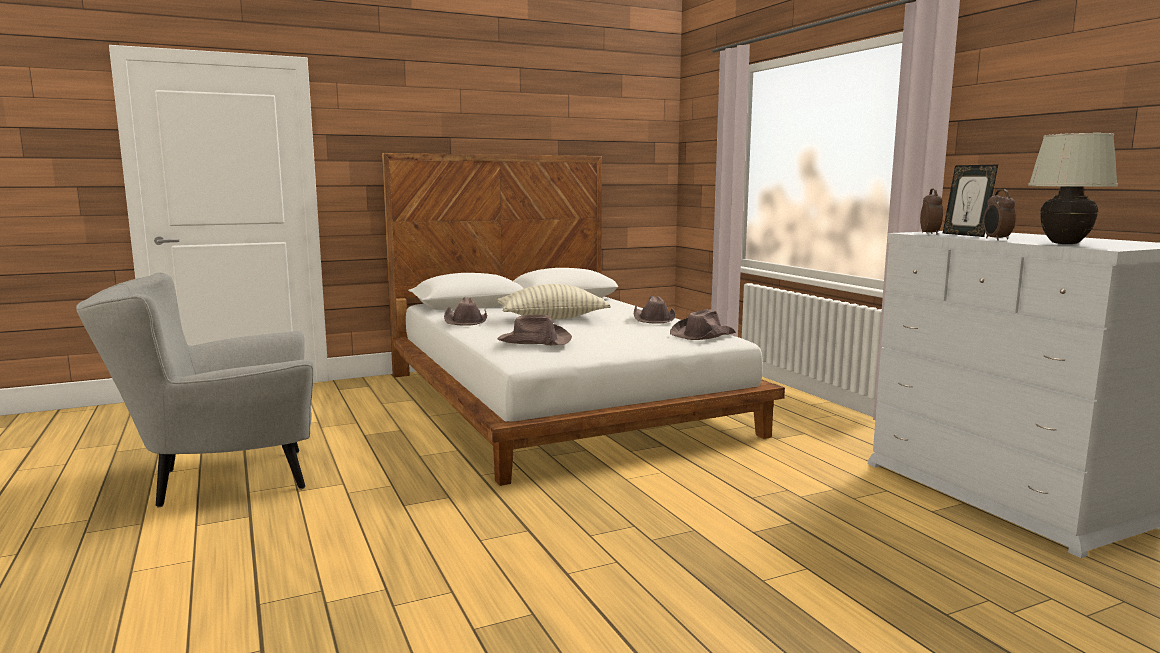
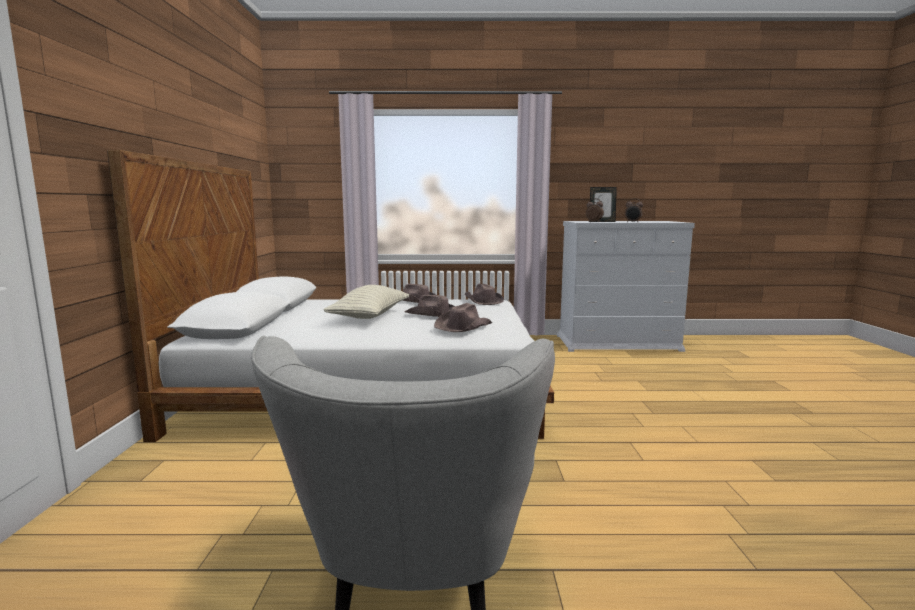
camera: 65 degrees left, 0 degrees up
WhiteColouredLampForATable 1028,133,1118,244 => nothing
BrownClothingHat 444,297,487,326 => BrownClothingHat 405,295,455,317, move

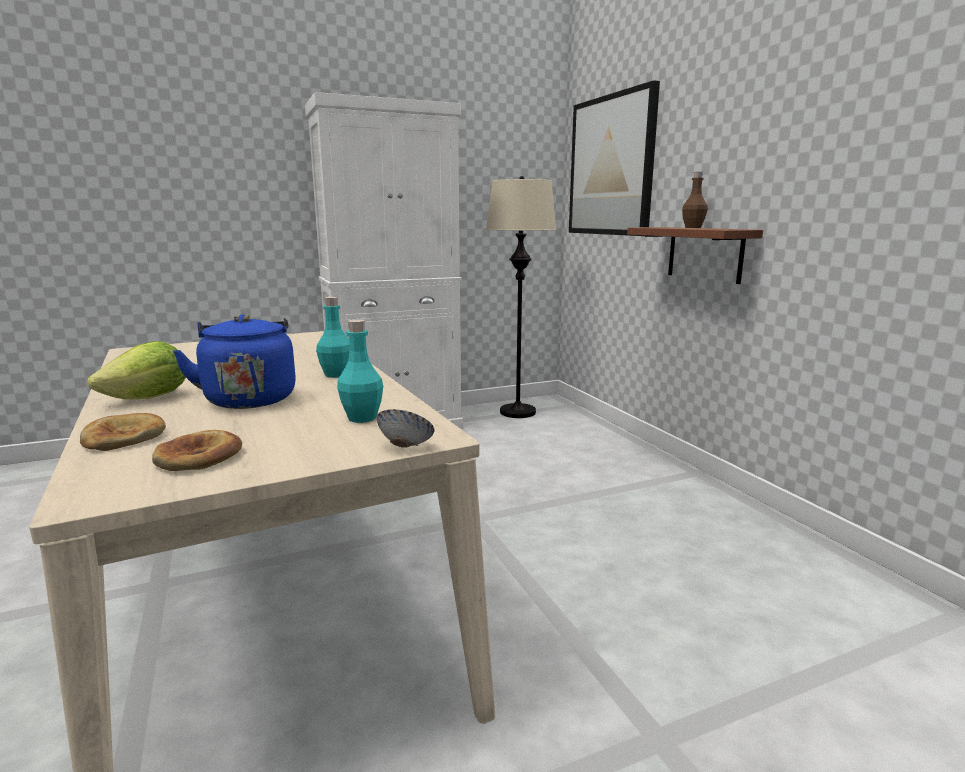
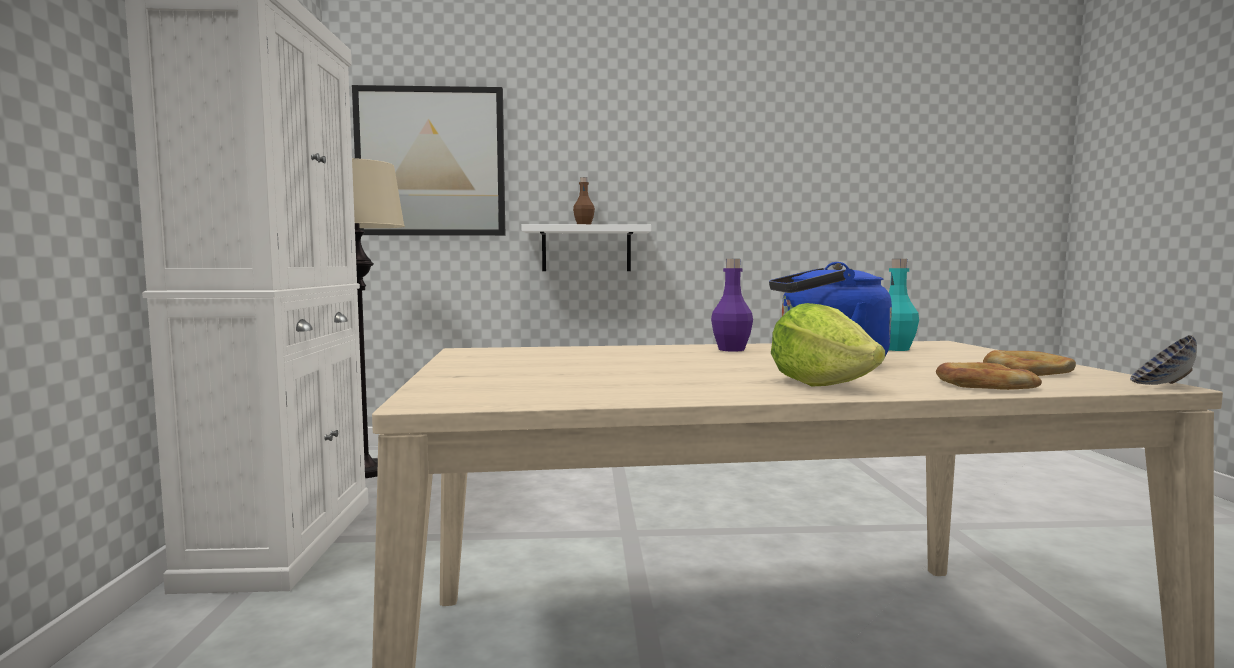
camera: 70 degrees left, 10 degrees down
Bowl 377,409,435,448 => Bowl 1130,335,1197,385, move
BlueGreenBeverageBottle 316,297,350,378 => PurpleColouredBeverageBottle 711,259,753,352
BrownWallShelf 627,227,763,284 => WhiteColouredWallShelf 522,224,651,271

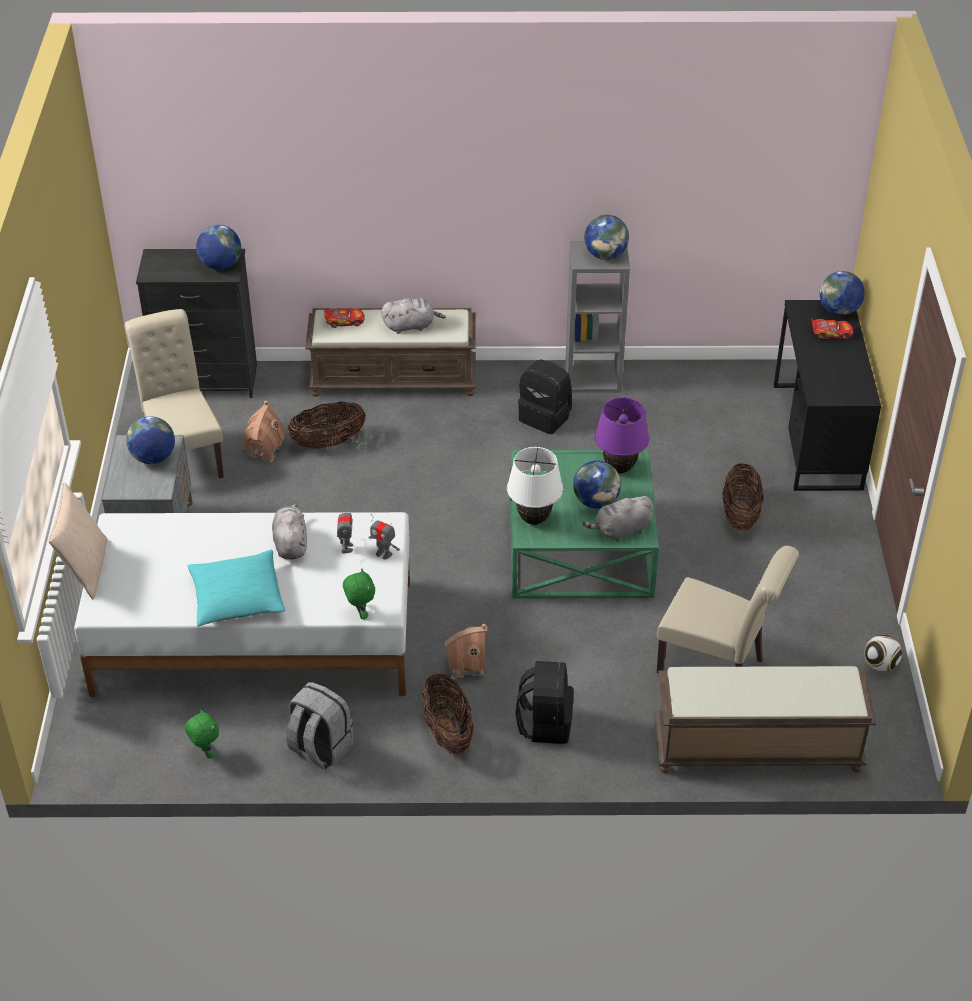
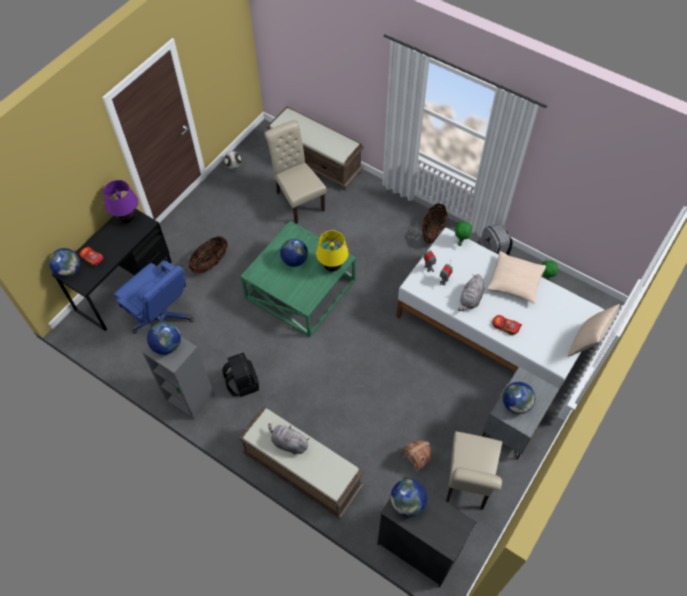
camera: 145 degrees left, 15 degrees up
Basket 288,401,366,449 => nothing
ToyHouse 445,624,488,679 => nothing
BlackKnapsack 515,661,574,744 => nothing
GrayCuddlyToy 583,496,653,542 => nothing
nothing => BlueColouredOfficeChair 114,261,194,334
ToyCar 324,308,365,328 => ToyCar 492,315,522,335, move
PurpleColouredLampForATable 595,397,649,473 => PurpleColouredLampForATable 103,180,138,223, move
BlueGreenCushion 188,550,285,627 => SandColouredCushion 487,251,546,304
WhiteColouredLampForATable 507,447,563,525 => YellowColouredLampForATable 316,230,349,272

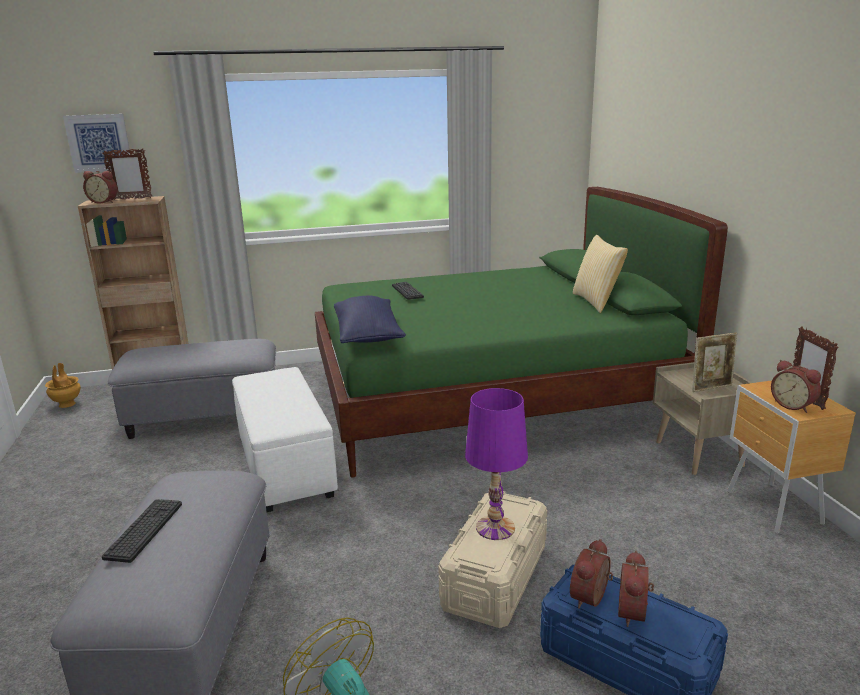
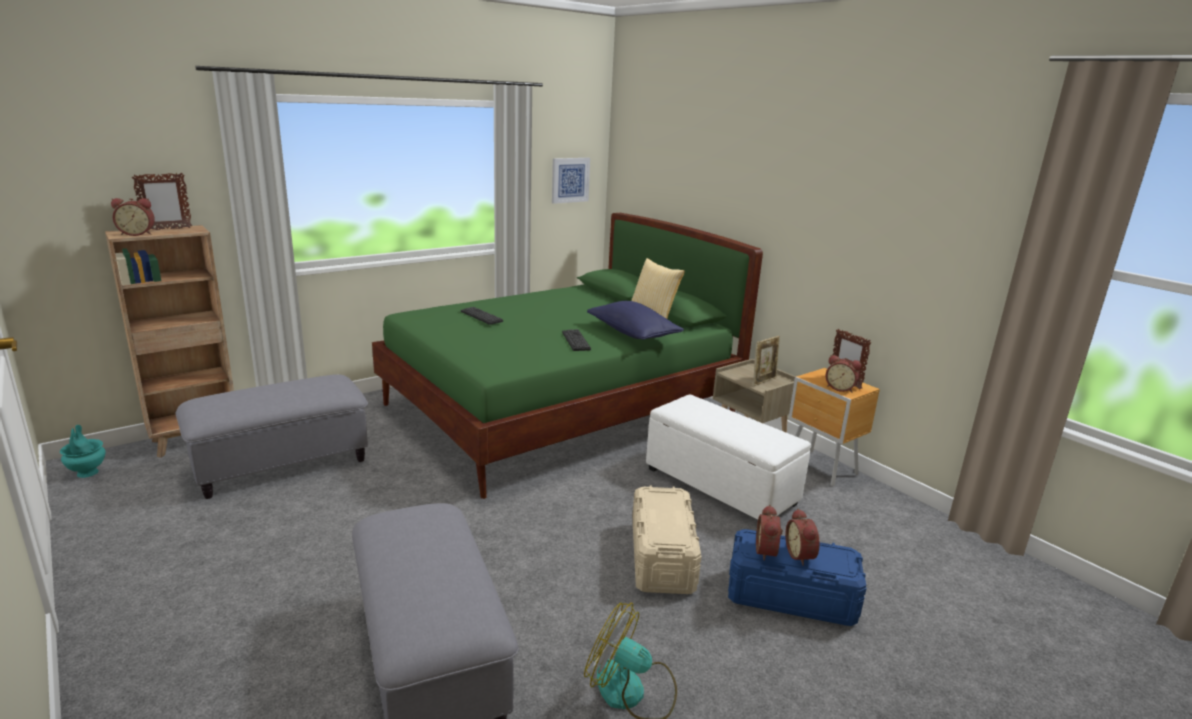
camera: 25 degrees left, 0 degrees up
PurpleColouredLampForATable 465,388,528,540 => nothing
WallArt 63,114,130,173 => WallArt 552,158,590,204, move
Keyboard 102,499,182,563 => Keyboard 562,329,591,351, move
WhiteColouredPouffe 232,367,338,512 => WhiteColouredPouffe 646,394,811,520, move
BlueColouredCushion 334,296,406,343 => BlueColouredCushion 587,301,684,340, move
BrownFlowerVase 45,363,81,408 => BlueGreenFlowerVase 60,425,106,478

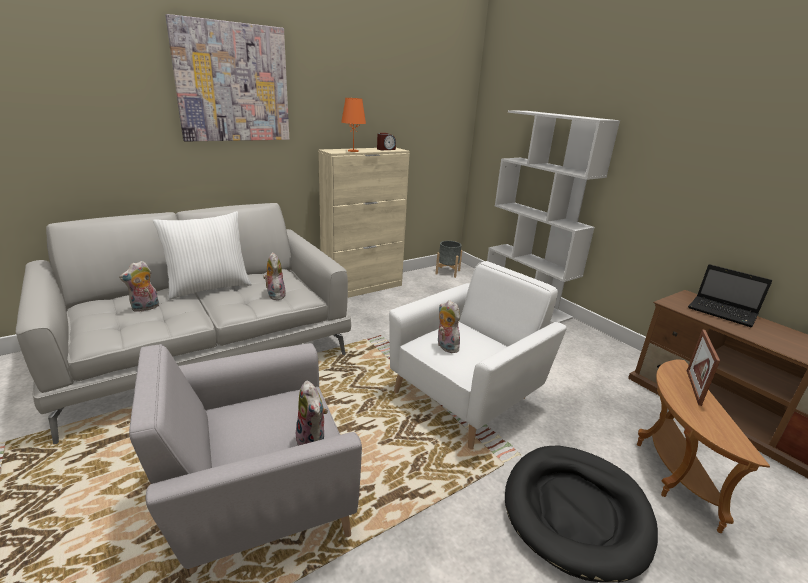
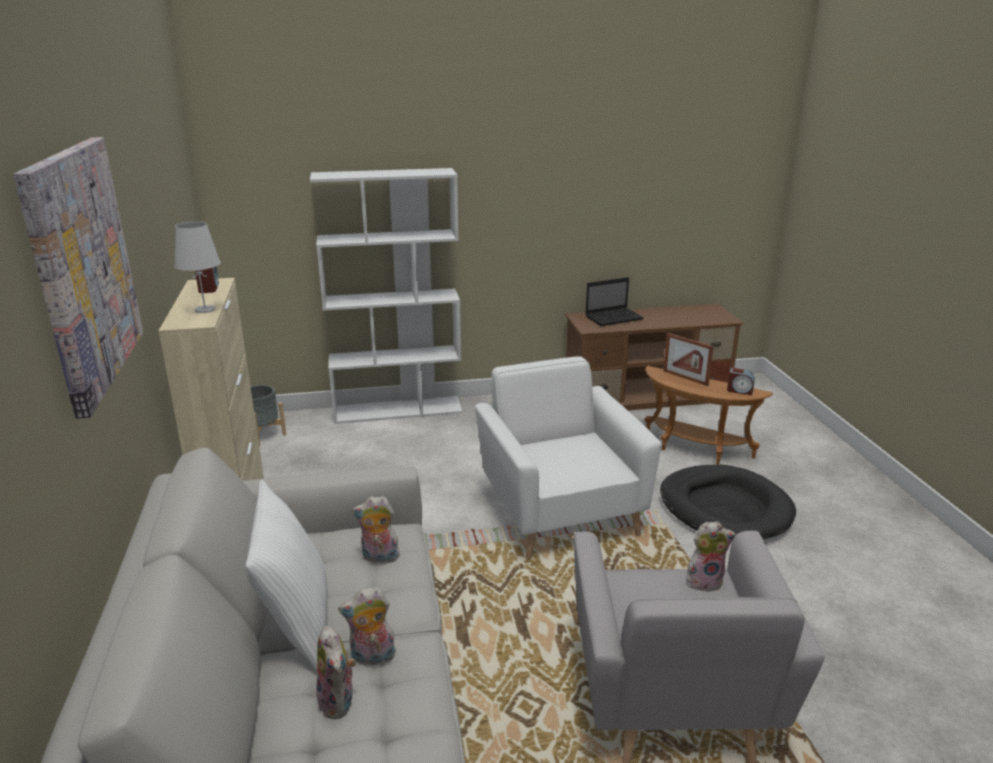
camera: 65 degrees left, 0 degrees up
nothing => AlarmClock 727,368,755,395
CuddlyToy 437,300,460,353 => CuddlyToy 338,587,396,666, move
OrangeLampForATable 341,98,366,152 => WhiteColouredLampForATable 174,221,221,313

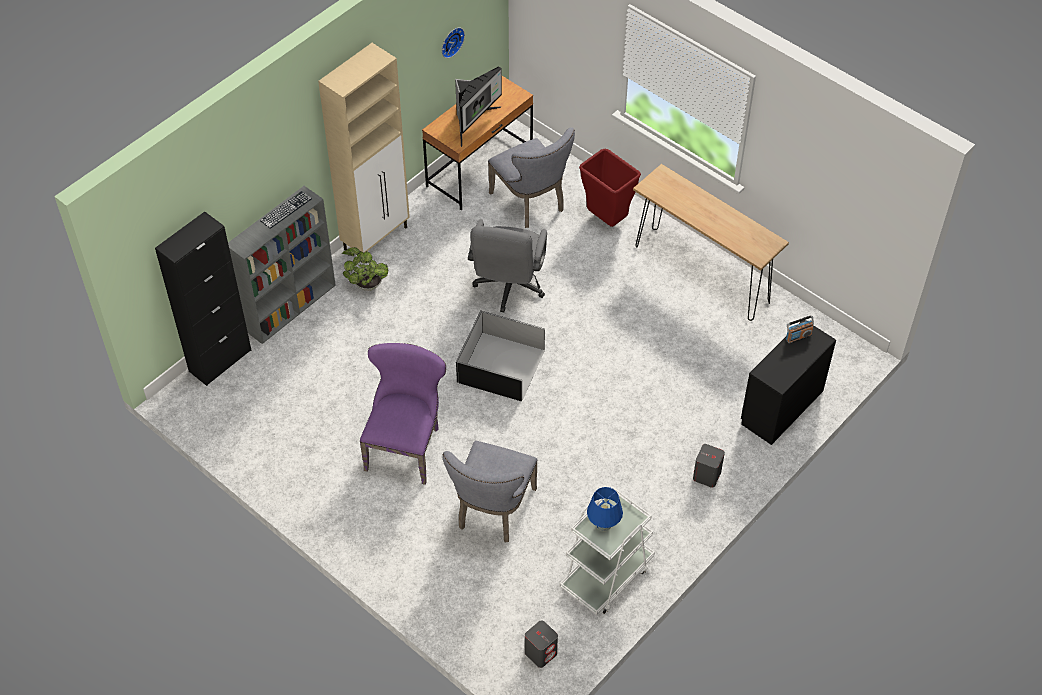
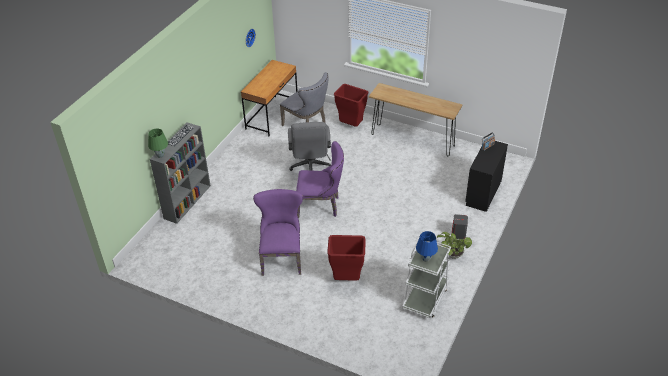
camera: 15 degrees left, 10 degrees down
BlackStorageCabinet 155,211,251,386 => nothing
SandColouredStorageCabinet 318,43,410,253 => nothing
ComputerDisplay 455,66,502,147 => nothing
GrayLoudspeaker 525,620,558,668 => nothing
nothing => GreenColouredLampForATable 148,129,168,158
Houseplant 342,247,388,291 => Houseplant 437,232,472,259, move
GrayPlainChair 443,441,538,542 => ReddishTrashCan 327,235,366,281
BlackStorageBin 456,310,545,401 => PurpleColouredPlainChair 296,141,344,218

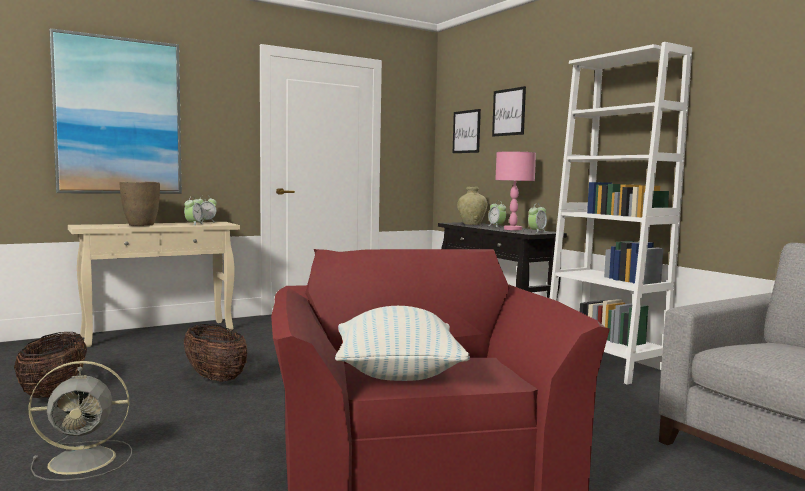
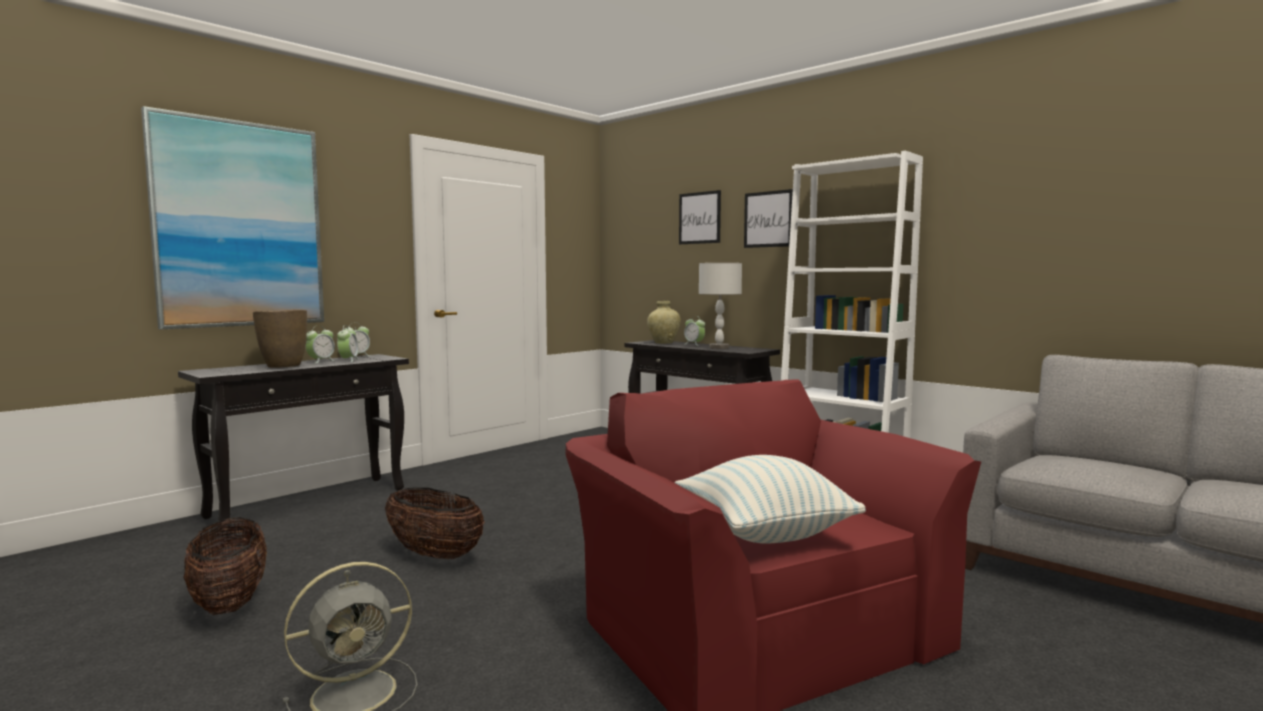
camera: 15 degrees left, 0 degrees up
WallArt 453,109,481,153 => WallArt 744,189,793,248, move
AlarmClock 528,205,547,233 => AlarmClock 306,326,335,363, move
SandColouredNarrowTable 68,222,240,347 => BlackNarrowTable 178,354,409,532
PinkLampForATable 495,152,536,230 => GrayLampForATable 699,263,742,349

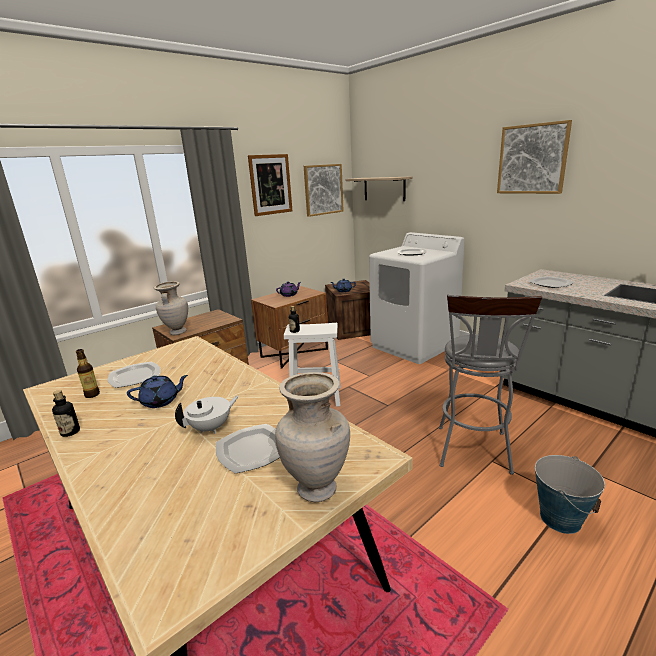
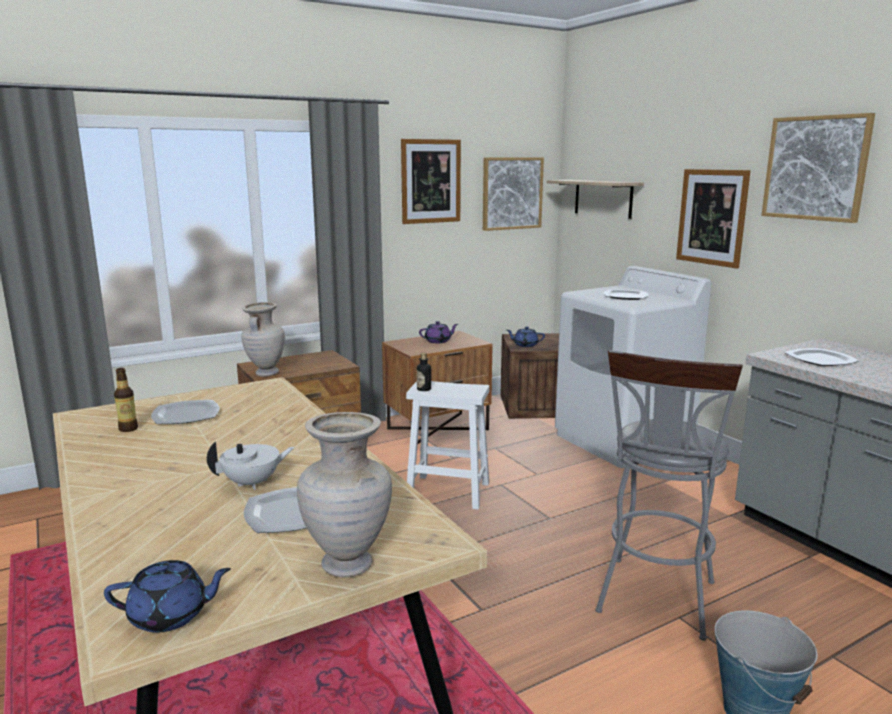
camera: 10 degrees right, 5 degrees down
BeverageBottle 52,390,80,437 => nothing
nothing => WallArt 676,169,751,268
BlueColouredPotForTea 127,375,188,408 => BlueColouredPotForTea 104,560,231,633, move

